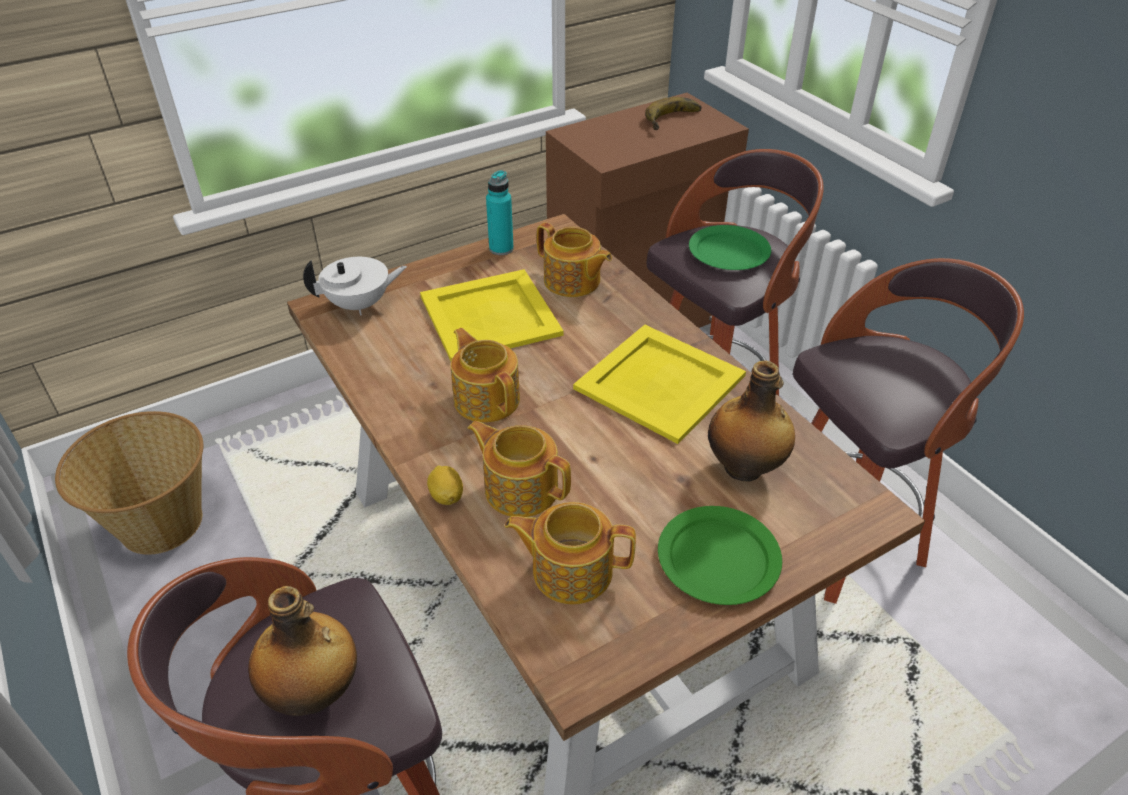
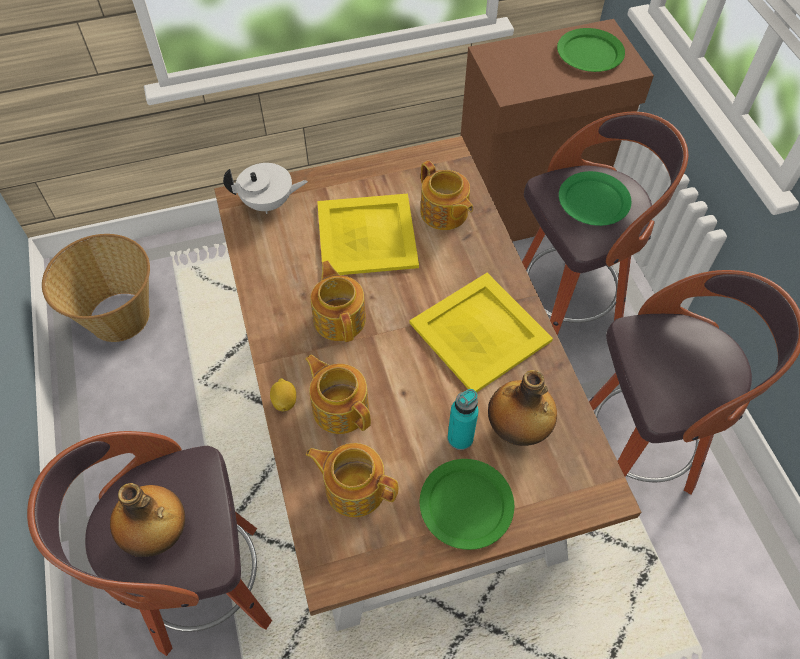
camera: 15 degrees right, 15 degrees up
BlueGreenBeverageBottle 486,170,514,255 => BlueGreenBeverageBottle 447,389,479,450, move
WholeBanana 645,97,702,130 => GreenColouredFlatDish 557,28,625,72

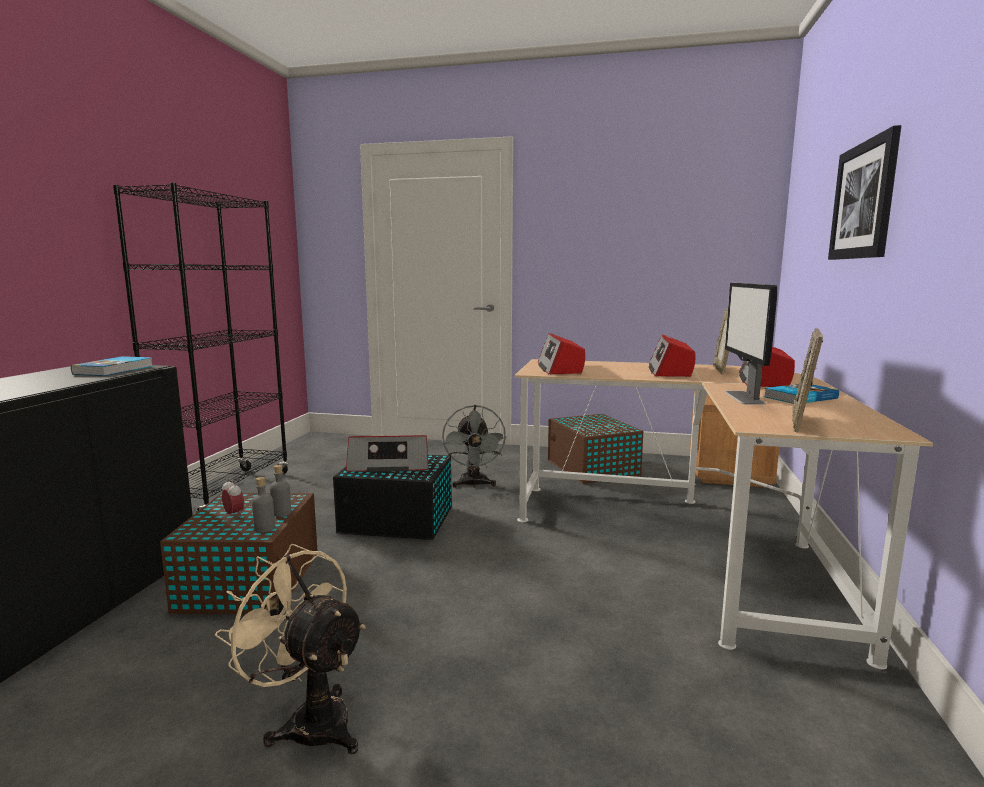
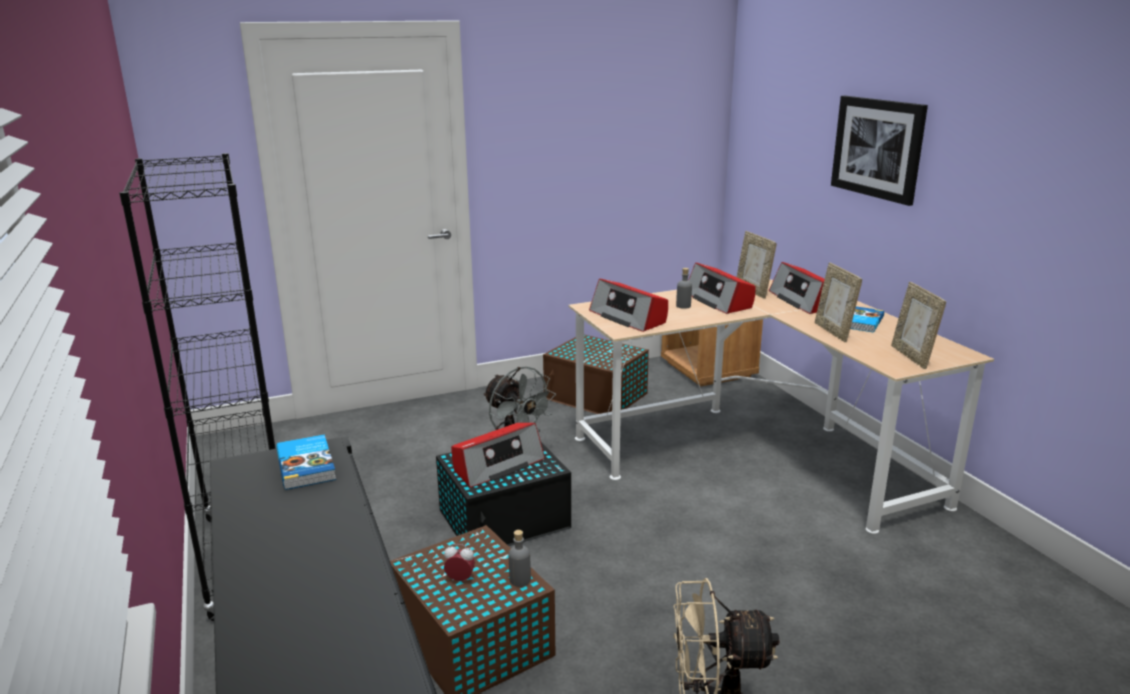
camera: 35 degrees left, 10 degrees up
GrayBeverageBottle 270,465,291,517 => GrayBeverageBottle 676,268,692,309, move
ComputerDisplay 724,283,777,405 => PhotoFrame 815,262,862,342

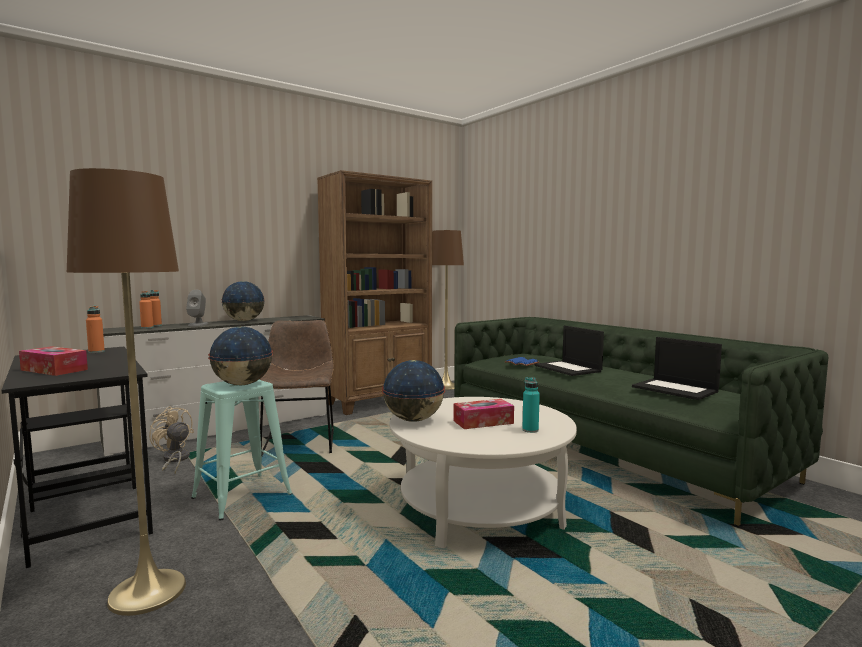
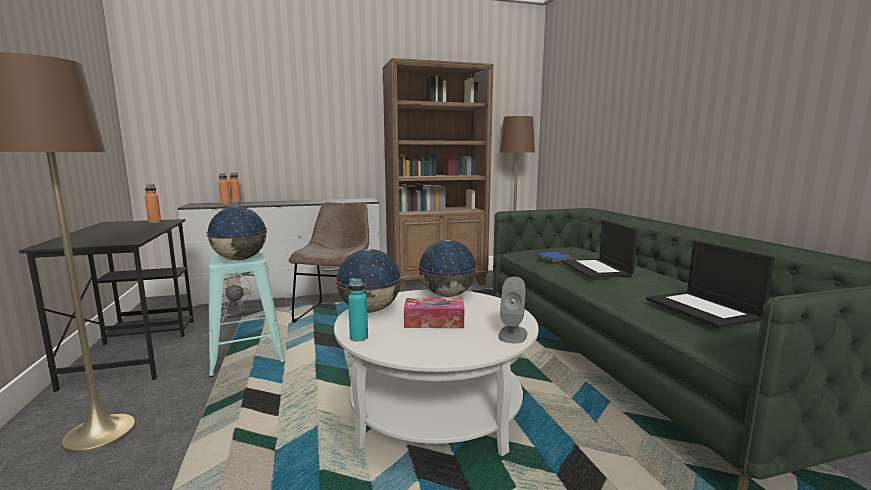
camera: 20 degrees right, 5 degrees up
BoxOfTissues 19,346,88,376 => nothing
GrayLoudspeaker 186,290,208,326 => GrayLoudspeaker 498,277,527,343, move
WorldGlobe 221,281,265,321 => WorldGlobe 418,240,478,297, move
BlueGreenBeverageBottle 522,377,540,433 => BlueGreenBeverageBottle 348,278,368,341, move

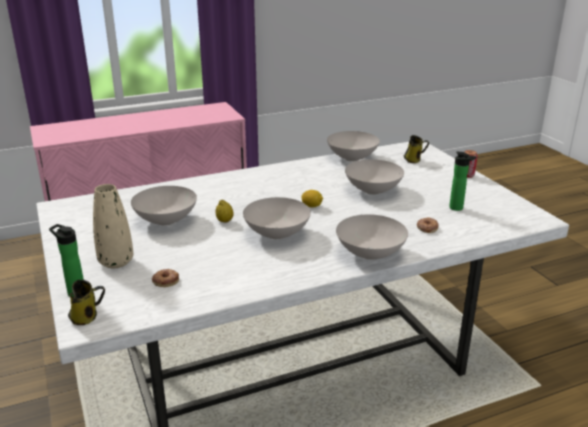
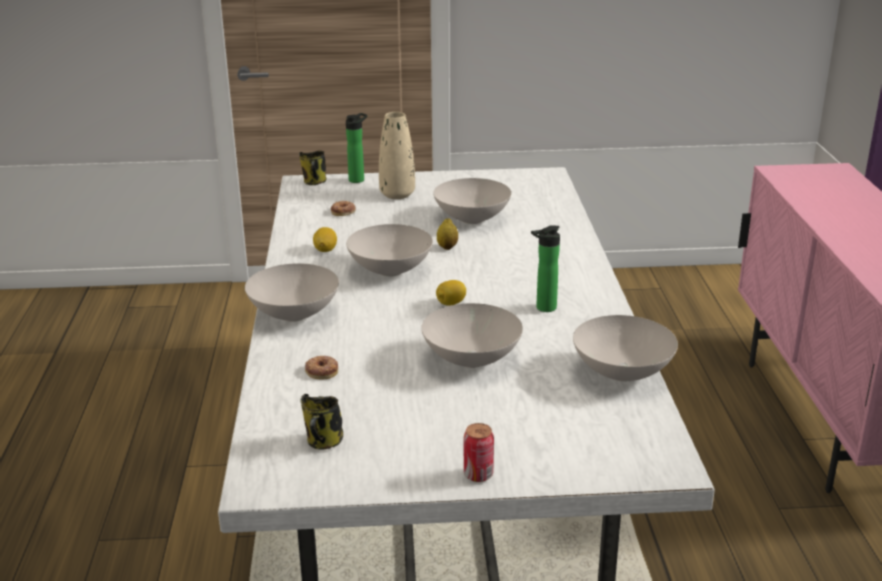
camera: 110 degrees right, 0 degrees up
nothing => CitrusFruit 313,227,337,252
Mug 404,135,429,163 => Mug 300,394,343,450, move
BeverageBottle 449,152,476,211 => BeverageBottle 531,225,560,312, move

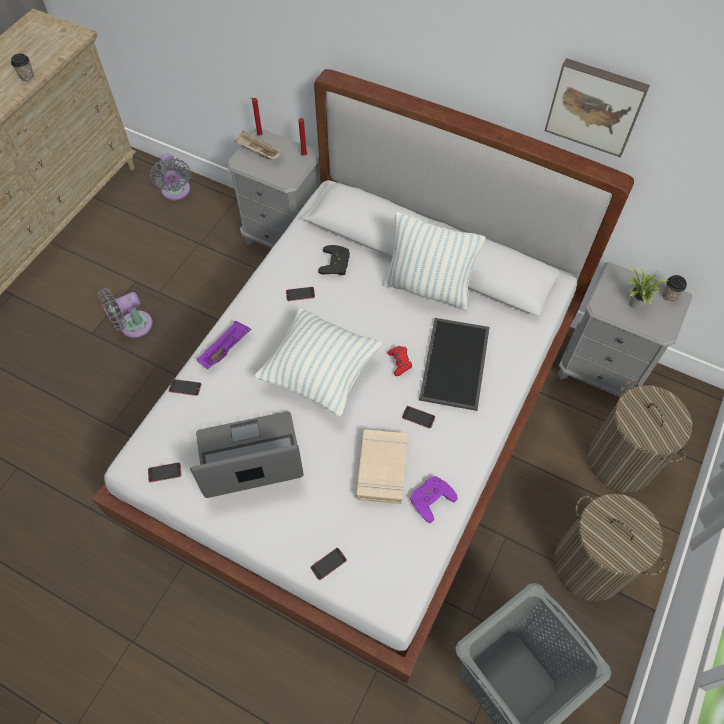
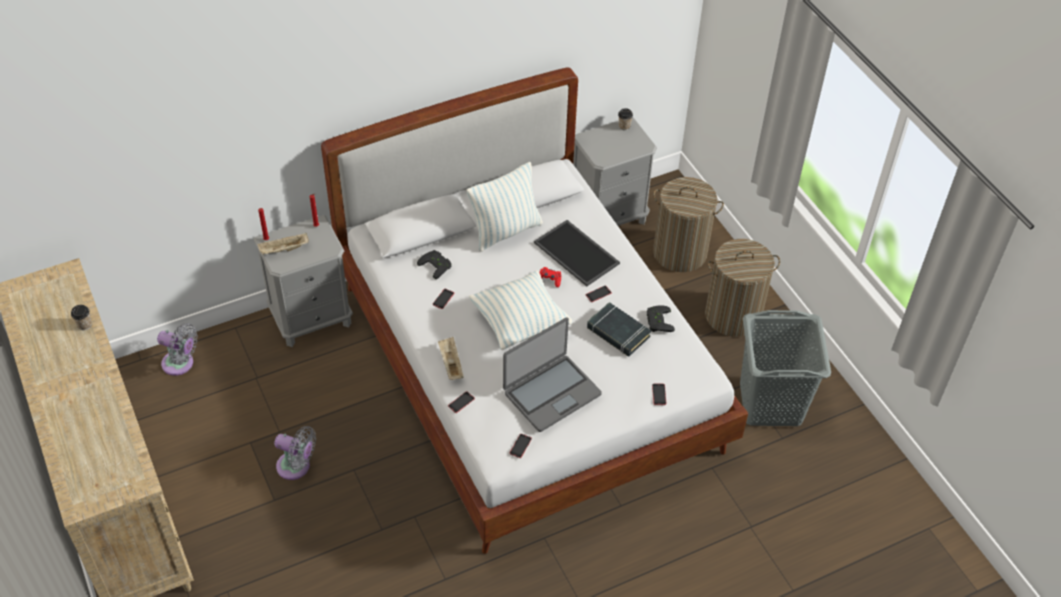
camera: 55 degrees left, 10 degrees down
WallArt 545,58,650,157 => nothing
Houseplant 627,266,668,309 => nothing
PurpleColouredTray 197,321,251,369 => SandColouredTray 438,337,464,380
SandColouredBook 356,430,408,504 => BlackBook 587,302,651,356
PurpleColouredGameController 410,476,458,523 => BlackGameController 647,305,675,332
GrayElectricFan 98,288,153,338 => GrayElectricFan 274,426,316,480, 75 degrees counterclockwise
NotebookComputer 190,411,304,498 => NotebookComputer 503,317,602,432, 150 degrees counterclockwise

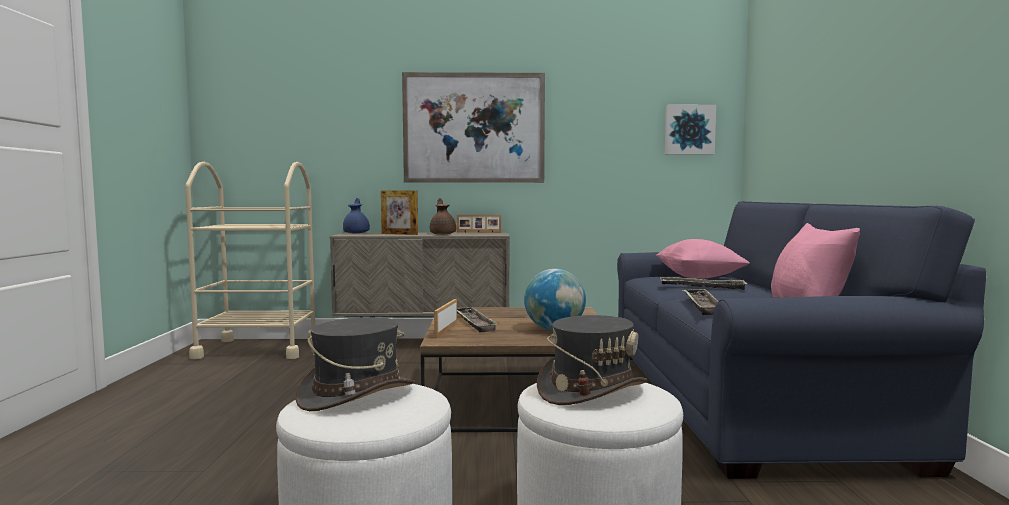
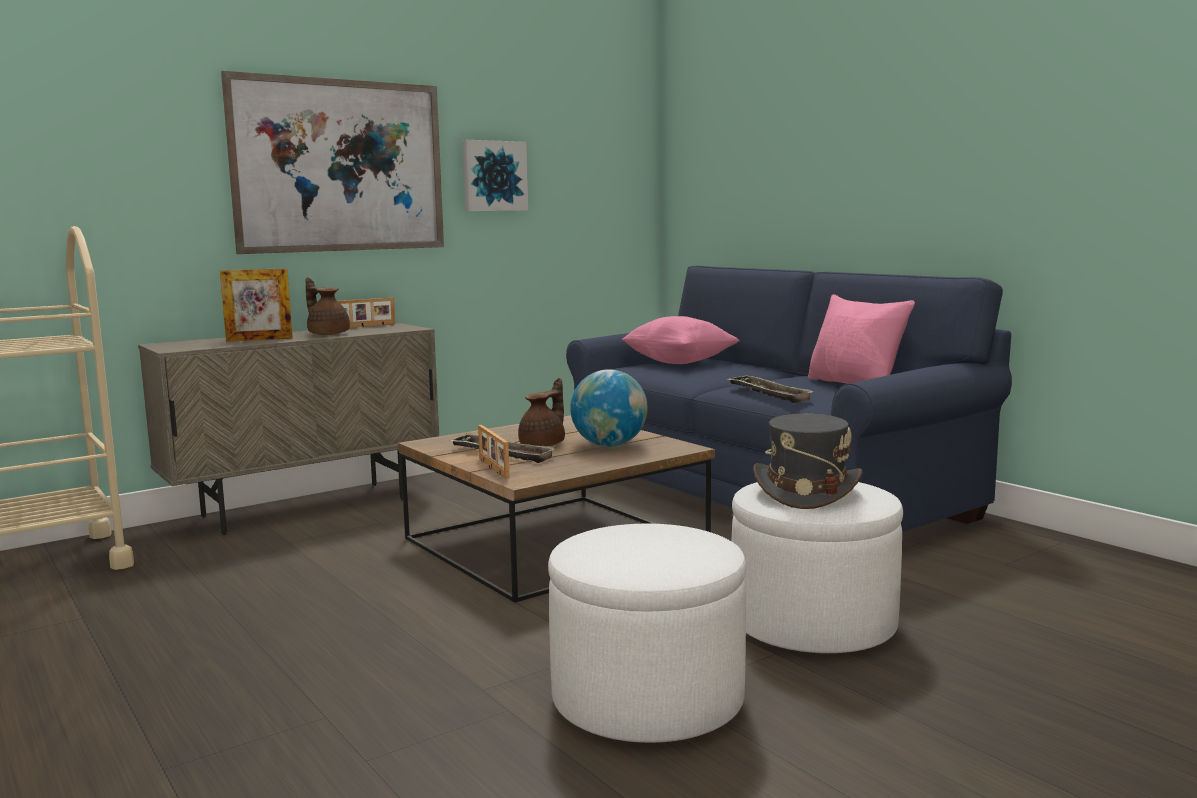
camera: 35 degrees left, 5 degrees up
GrayClothingHat 295,317,415,411 => nothing
BlueColouredPotForTea 343,198,370,233 => nothing
Tray 660,277,748,290 => nothing
nothing => BrownPotForTea 518,378,565,446
WallArt 665,105,716,155 => WallArt 462,140,528,211, move

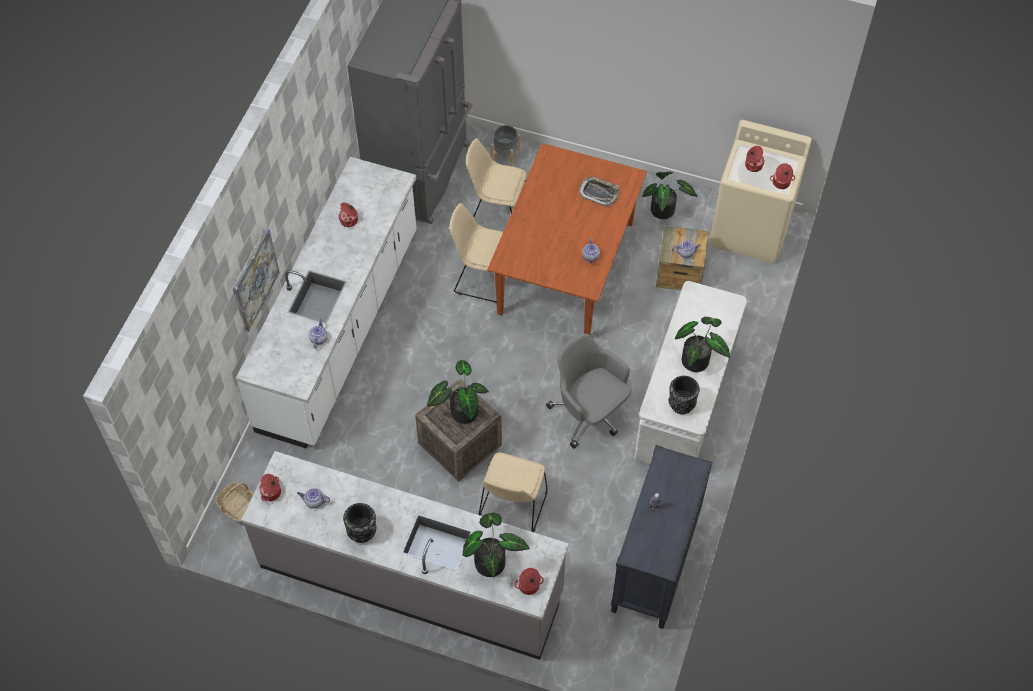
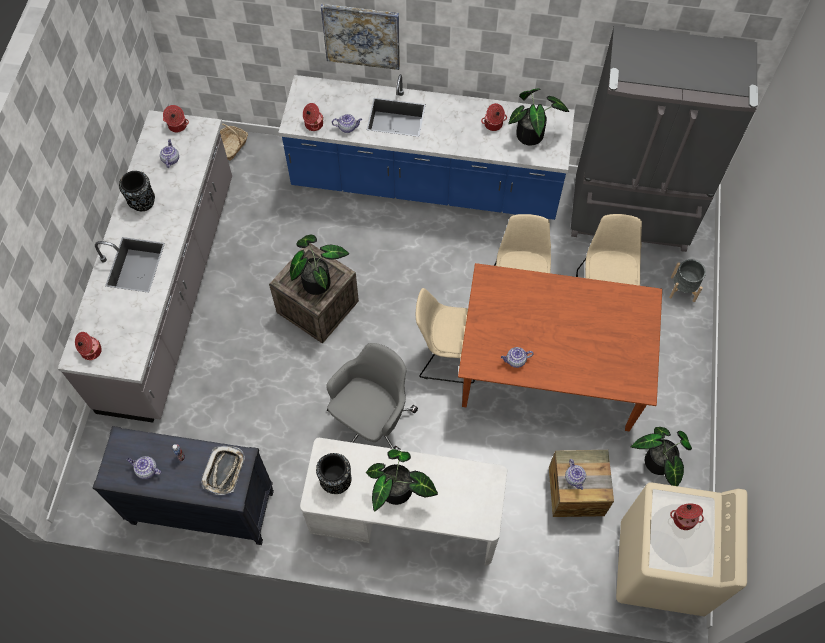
camera: 80 degrees right, 5 degrees up
nothing => PotForTea 127,456,162,479
Houseplant 463,513,530,578 => Houseplant 508,88,569,145, move
SandColouredPlainChair 479,452,547,532 => SandColouredPlainChair 416,288,475,383, move
Tray 580,177,619,206 => Tray 201,446,245,495, move
CookingPot 770,163,795,189 => CookingPot 303,103,324,131, move
WhiteColouredKitchenBaseUnit 236,157,417,449 => BlueColouredKitchenBaseUnit 278,74,575,220

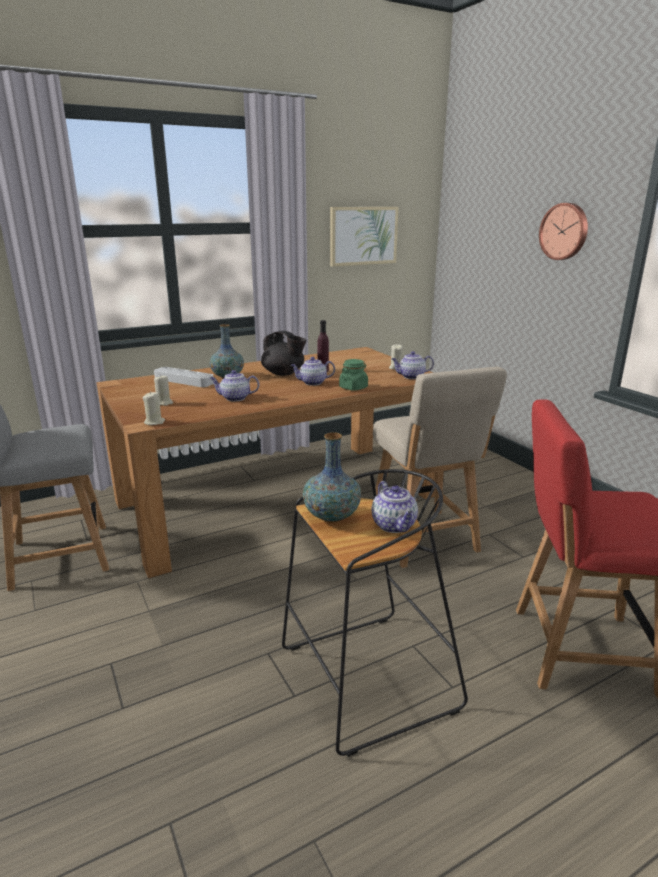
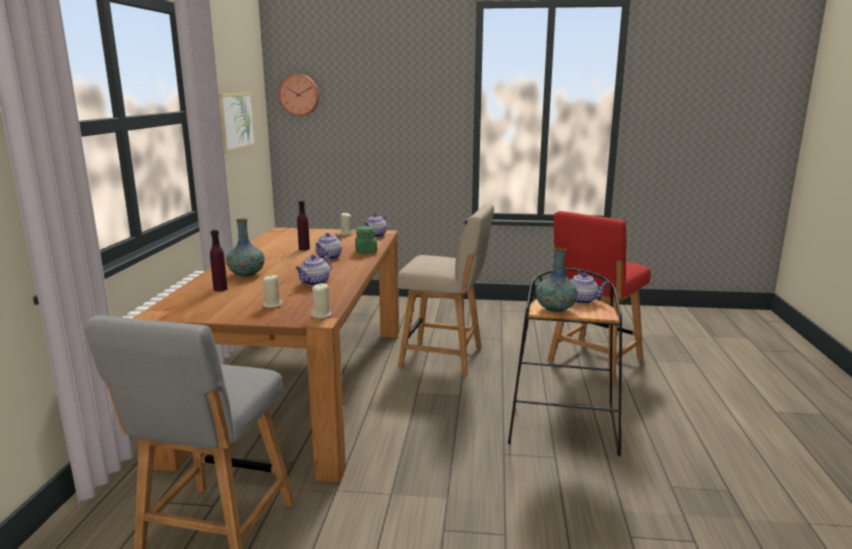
camera: 55 degrees left, 5 degrees down
BlackPotForTea 261,331,306,376 => nothing
WallClock 539,203,588,260 => WallClock 279,74,319,116, move
GrayTray 154,367,214,387 => PurpleColouredBeverageBottle 210,230,228,291

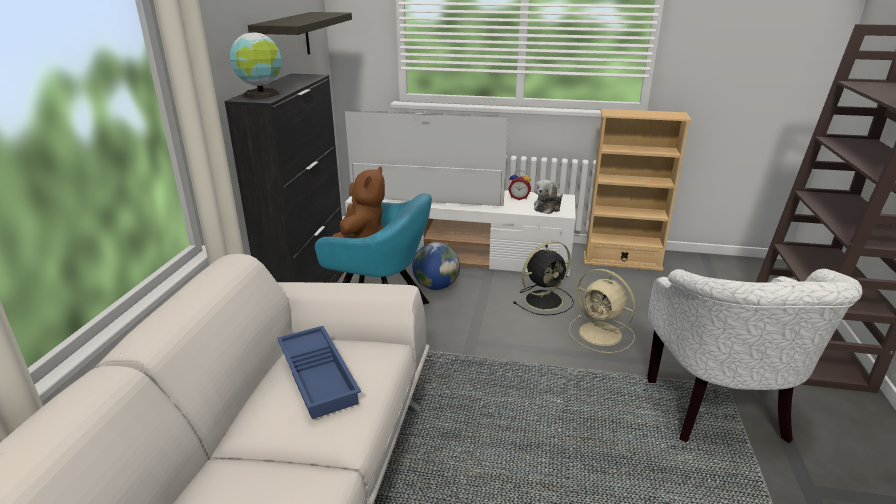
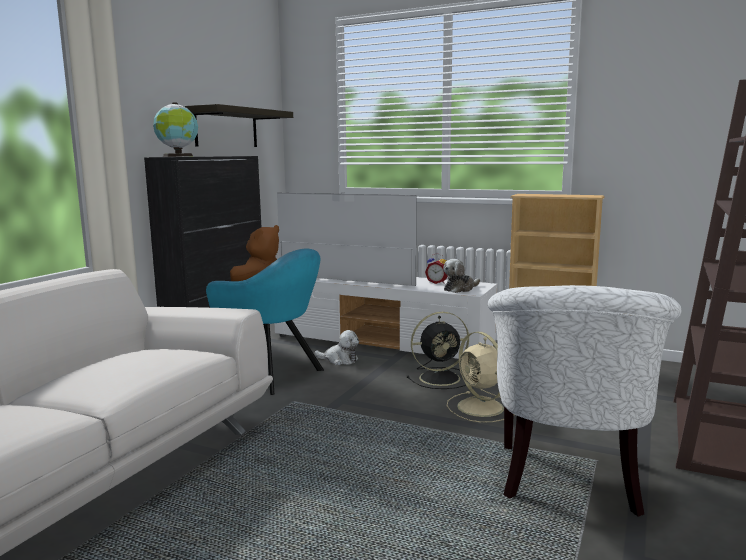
camera: 15 degrees right, 15 degrees down
BlueColouredTray 277,326,361,419 => nothing
WorldGlobe 412,242,460,290 => CuddlyToy 315,330,359,365

